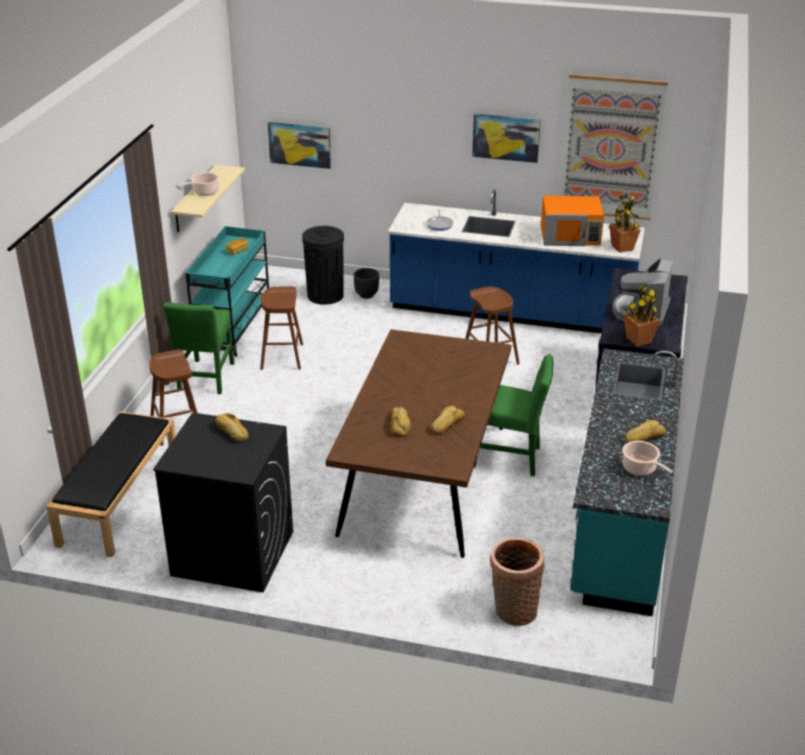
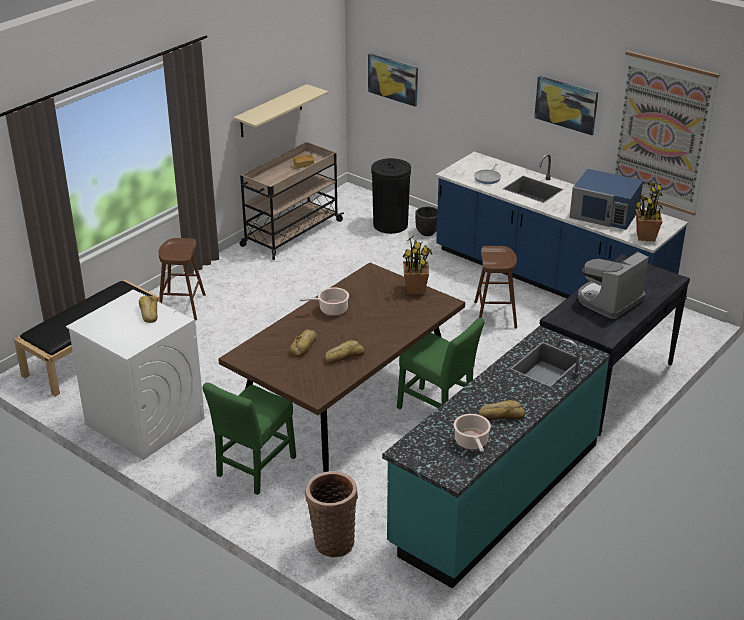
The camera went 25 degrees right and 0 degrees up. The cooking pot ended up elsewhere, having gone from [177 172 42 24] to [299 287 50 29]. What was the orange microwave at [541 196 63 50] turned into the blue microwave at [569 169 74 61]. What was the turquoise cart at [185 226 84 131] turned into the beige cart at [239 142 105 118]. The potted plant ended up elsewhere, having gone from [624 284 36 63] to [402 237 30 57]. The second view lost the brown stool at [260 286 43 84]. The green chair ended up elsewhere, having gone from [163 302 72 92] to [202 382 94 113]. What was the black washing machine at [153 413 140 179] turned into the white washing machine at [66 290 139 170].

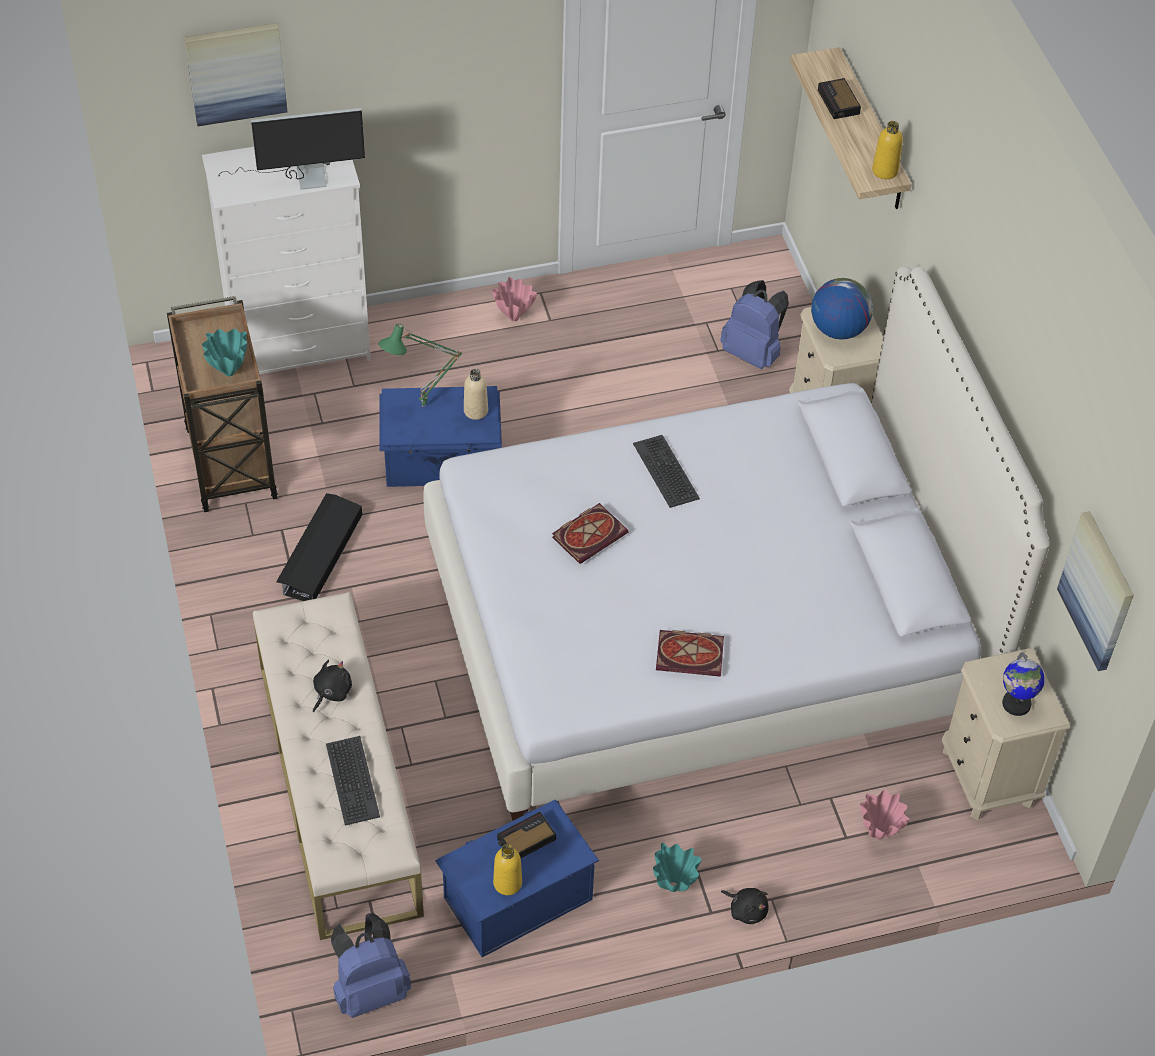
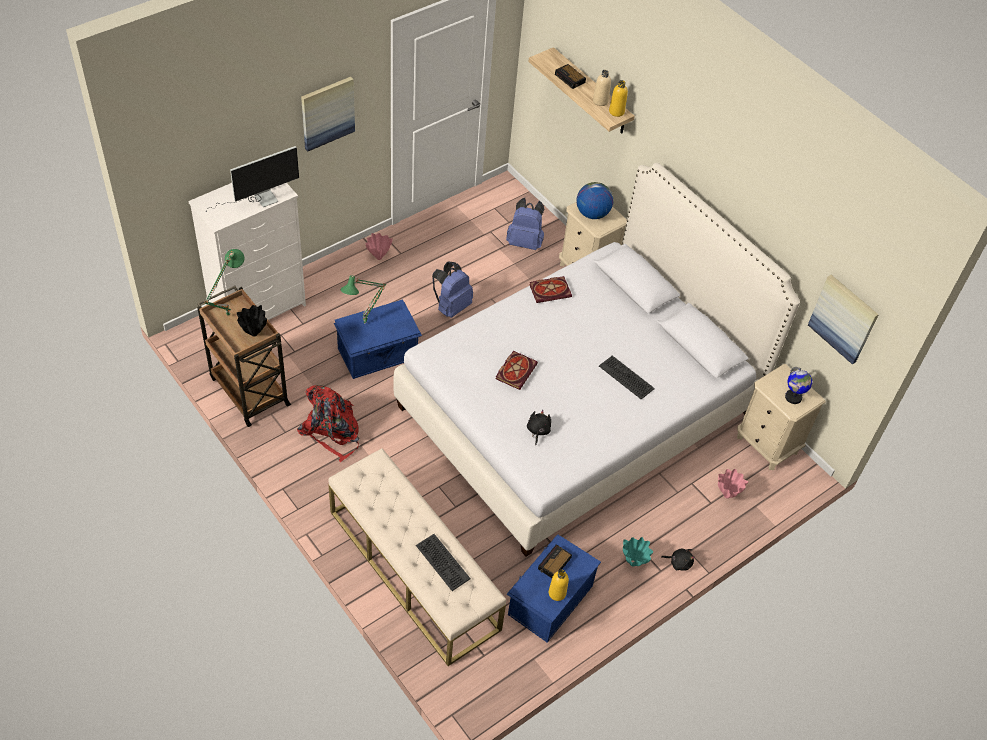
The camera went 25 degrees left and 0 degrees up. The picture ended up elsewhere, having gone from [184 23 103 103] to [301 77 54 75]. What was the turquoise vase at [202 329 45 47] turned into the black vase at [237 305 30 32]. The beige bottle ended up elsewhere, having gone from [464 369 24 51] to [593 70 18 36]. The keyboard ended up elsewhere, having gone from [633 435 67 73] to [599 356 56 43]. Where the black storage box stood at [276 493 86 108], the red backpack came to stand at [297 385 62 77]. The book ended up elsewhere, having gone from [656 630 68 47] to [529 276 43 27]. The black plush toy ended up elsewhere, having gone from [313 660 39 52] to [527 410 24 35]. The blue backpack ended up elsewhere, having gone from [331 913 80 105] to [432 262 41 56]. The second view gained the green table lamp at [204 249 40 68].

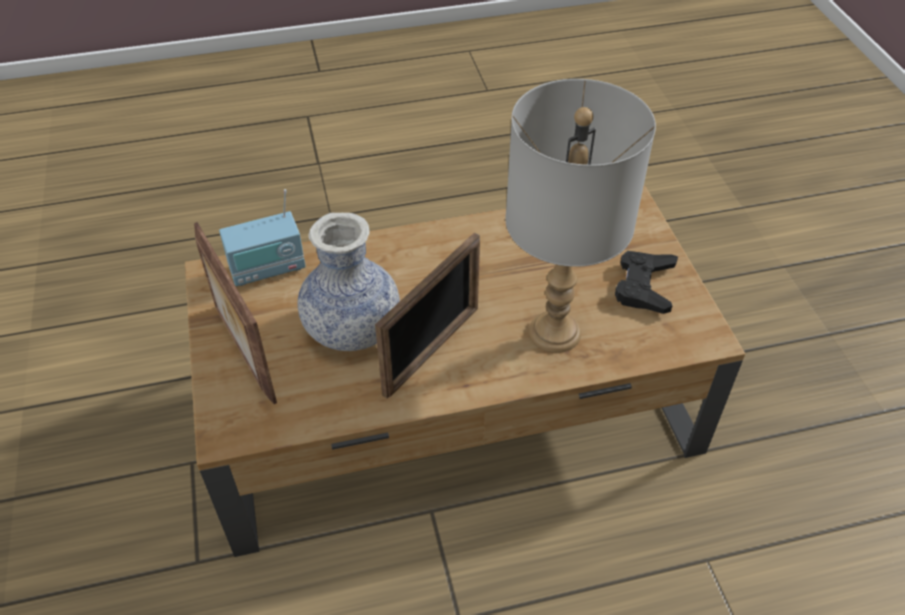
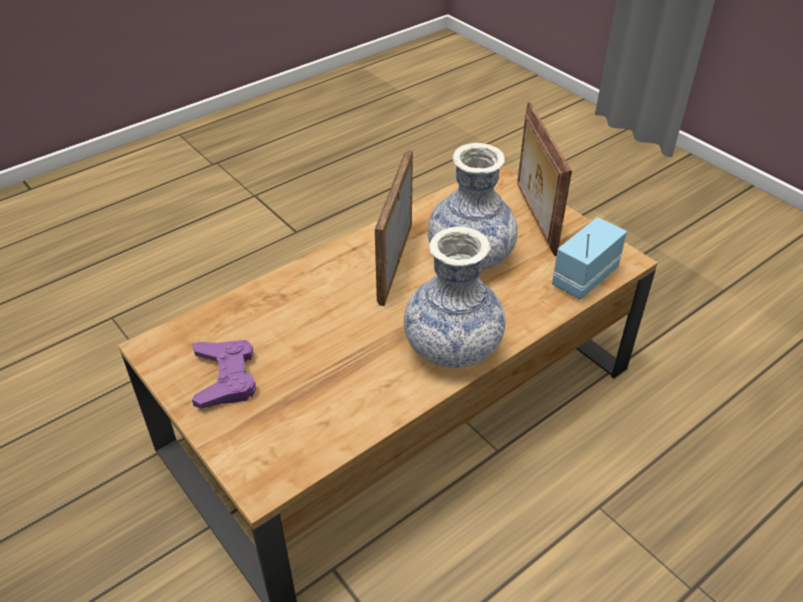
The camera went 155 degrees right and 5 degrees down. The second view lost the grey table lamp at [505 79 151 274]. The picture frame at [194 222 83 182] ended up facing another way, 135 degrees counterclockwise from before. What was the black game controller at [615 251 63 63] turned into the purple game controller at [192 340 64 69]. The second view gained the vase at [404 227 102 140].

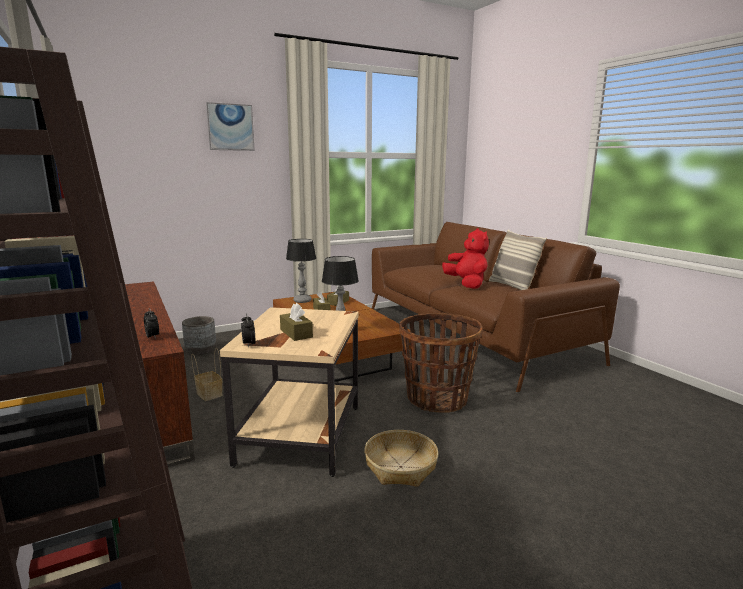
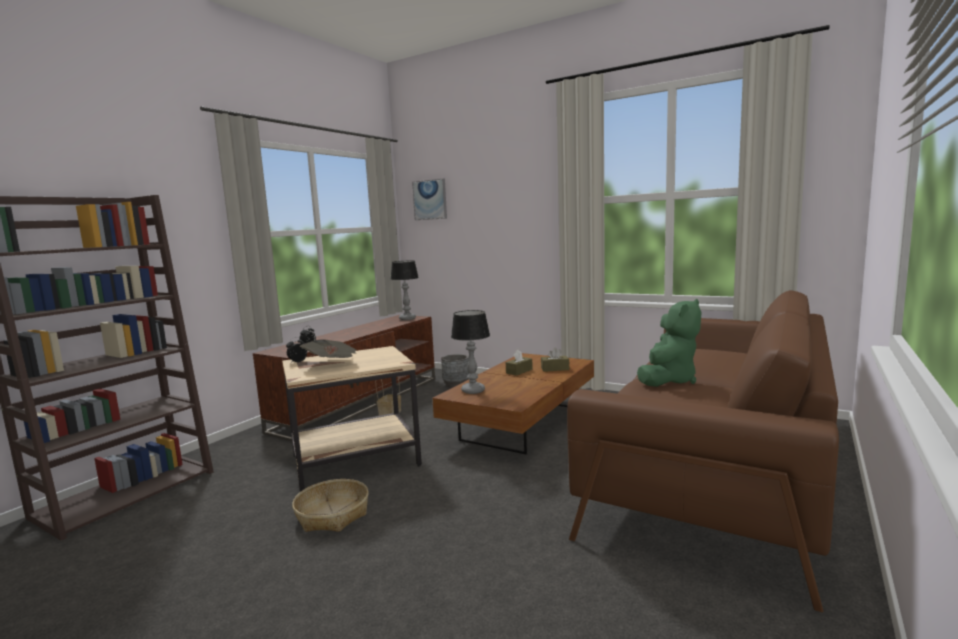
The camera went 60 degrees right and 5 degrees down. The picture ended up elsewhere, having gone from [206 102 49 49] to [412 179 35 41]. What was the red plush toy at [442 228 47 61] turned into the green plush toy at [637 299 65 88]. The second view lost the pillow at [489 230 58 60]. The table lamp ended up elsewhere, having gone from [286 239 30 64] to [390 260 29 60]. Where the brown tissue box stood at [280 303 33 38], the newspaper came to stand at [300 340 56 18]. The second view lost the basket at [399 313 84 99].

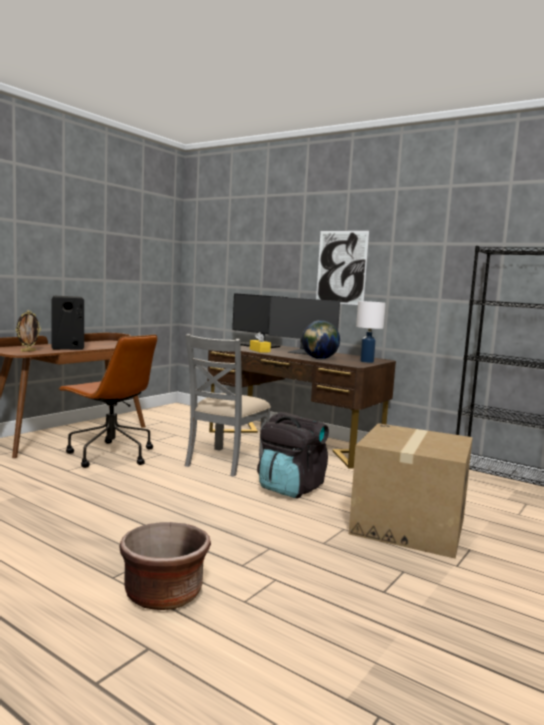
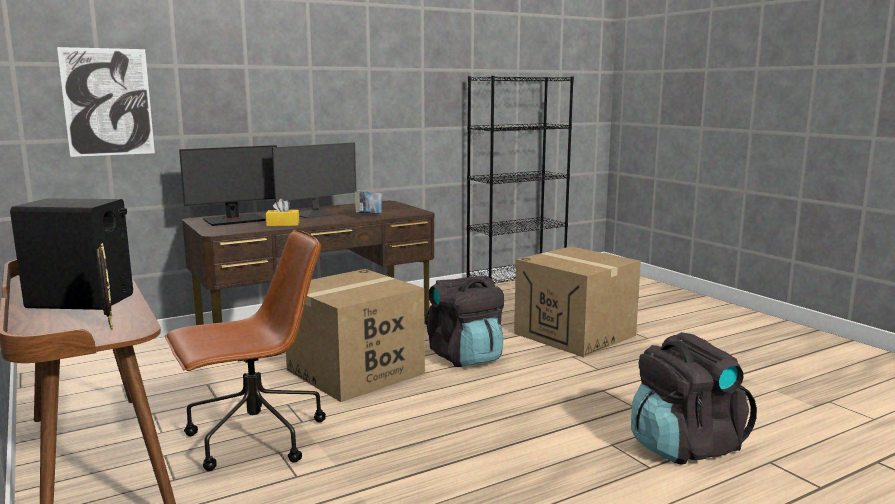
The camera went 65 degrees left and 5 degrees up. The picture ended up elsewhere, having gone from [316 231 53 74] to [57 47 98 110]. The second view lost the white table lamp at [356 301 30 62]. Where the globe stood at [302 320 38 39], the book came to stand at [355 191 27 23]. Where the grey chair stood at [185 334 86 143], the cardboard box came to stand at [286 269 139 133]. Where the brown planter stood at [119 522 92 88], the black backpack came to stand at [631 332 126 133].

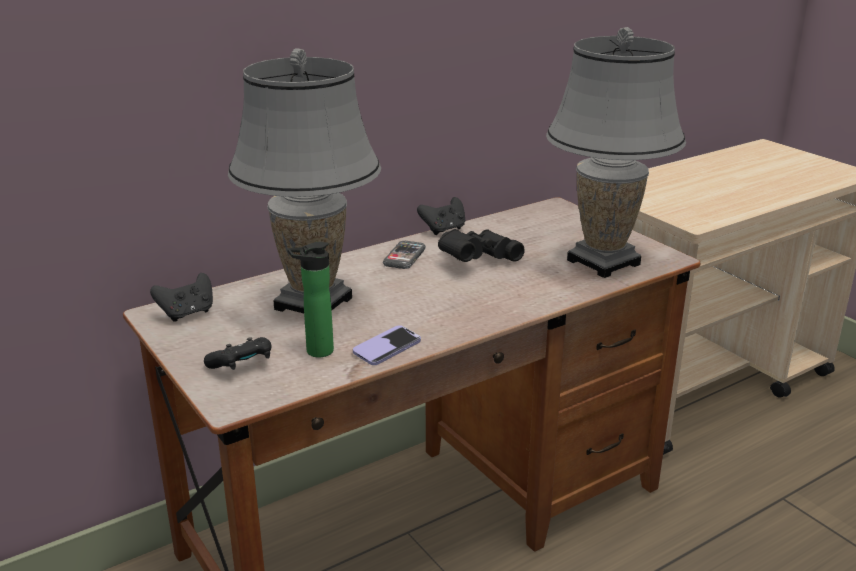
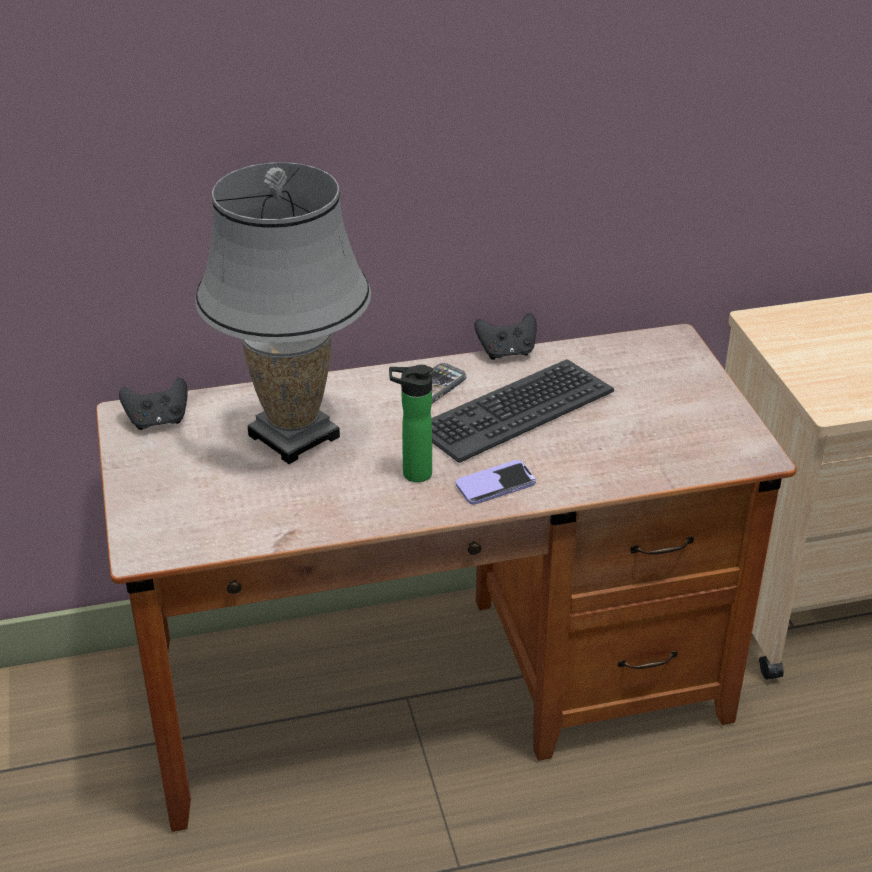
The camera went 20 degrees right and 10 degrees up. The second view lost the grey table lamp at [546 27 140 251]. Where the black binoculars stood at [438 229 87 33], the keyboard came to stand at [431 359 183 104]. The bottle ended up elsewhere, having gone from [288 242 46 115] to [389 365 44 117]. The phone ended up elsewhere, having gone from [353 325 68 40] to [456 460 80 45]. The second view lost the black game controller at [204 337 67 33].

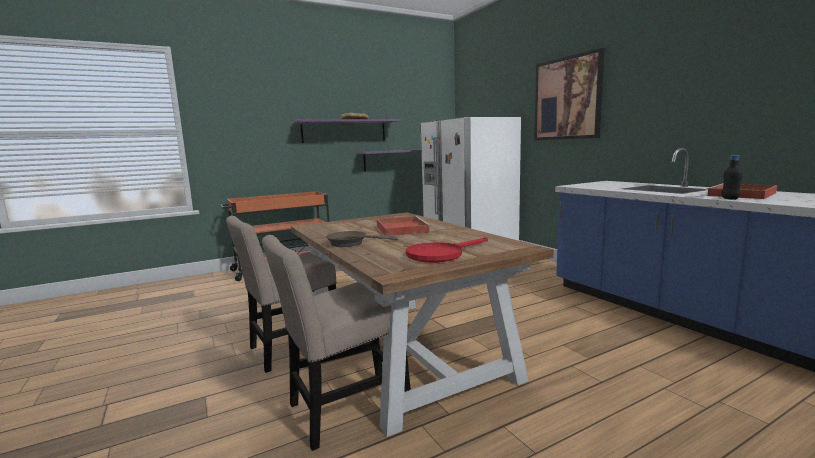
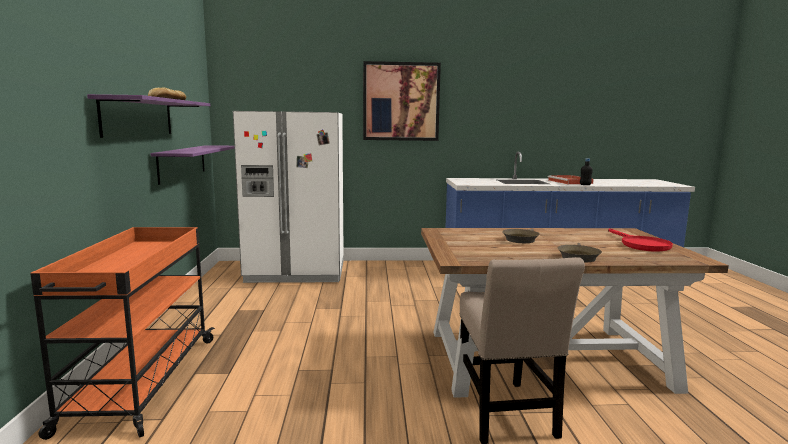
The camera went 65 degrees left and 0 degrees up. Where the red tray stood at [376 216 56 20], the brown frying pan came to stand at [502 229 38 14]. The second view lost the beige chair at [262 235 149 216].

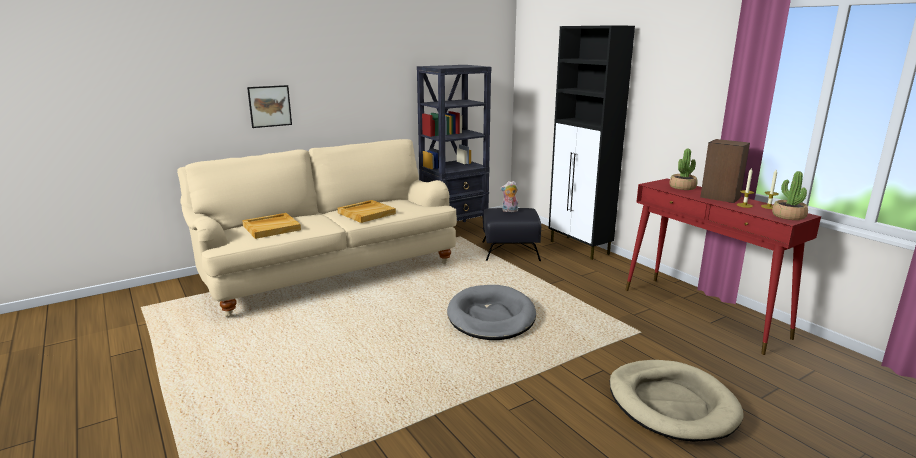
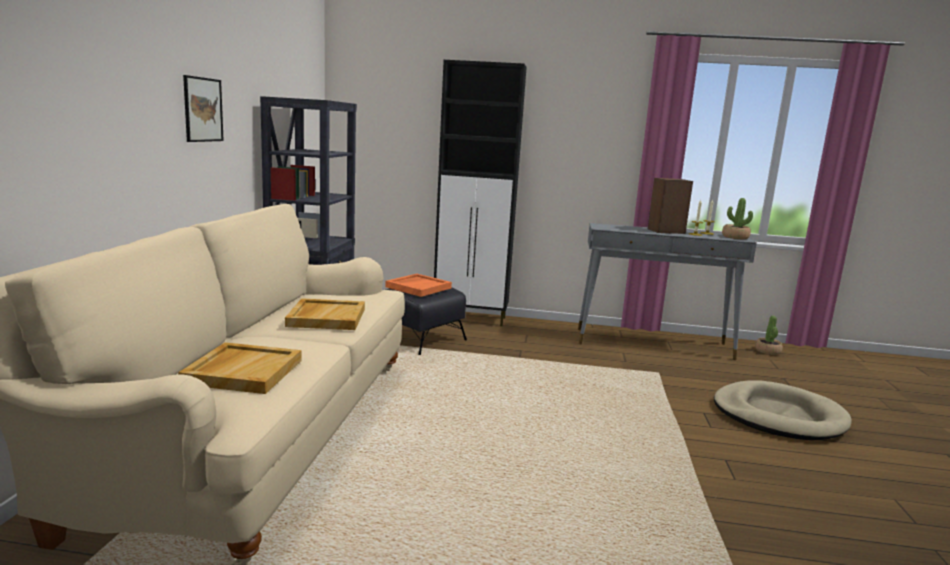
The camera went 50 degrees left and 5 degrees down. The picture ended up elsewhere, having gone from [247 85 45 43] to [183 75 41 67]. The potted plant ended up elsewhere, having gone from [670 149 28 41] to [755 315 28 40]. What was the red console table at [626 179 195 176] turned into the grey console table at [578 223 179 137]. Where the plush toy stood at [500 181 18 31], the orange tray came to stand at [385 274 67 23]. The second view lost the grey dog bed at [447 285 89 55].

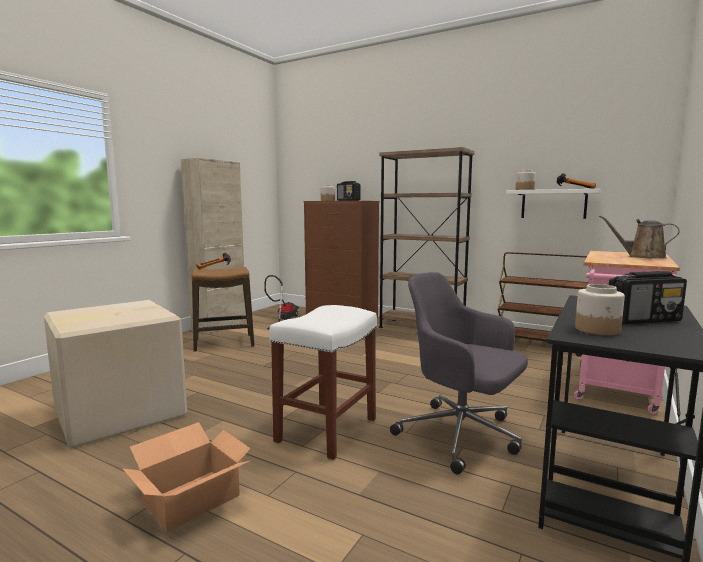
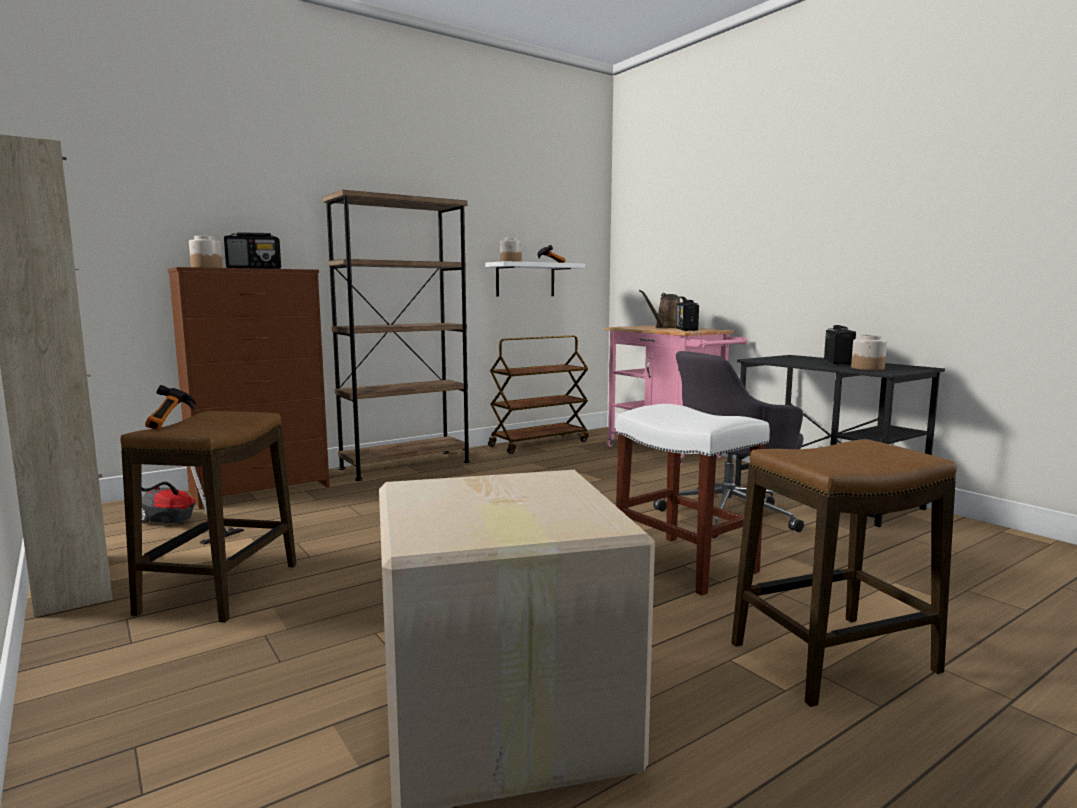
The camera went 65 degrees left and 0 degrees up. Where the cardboard box stood at [123 422 128 110], the stool came to stand at [731 439 226 268]. The second view gained the radio at [676 300 23 31].

